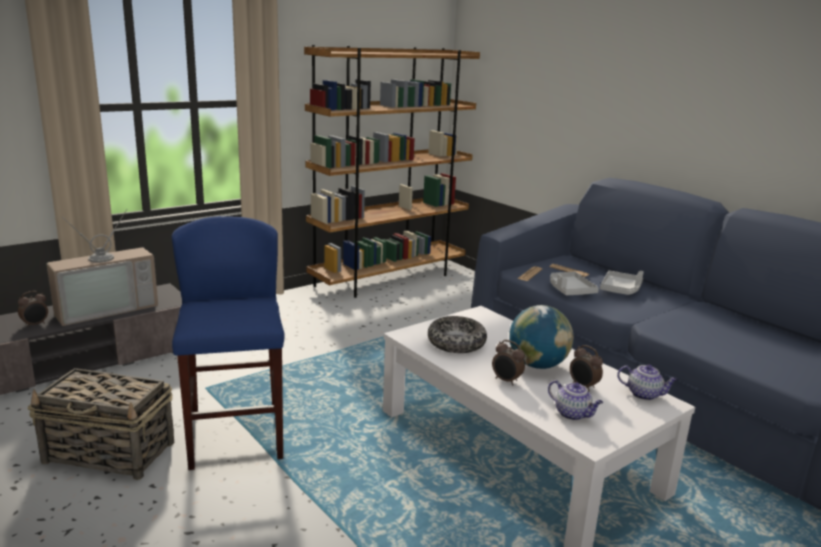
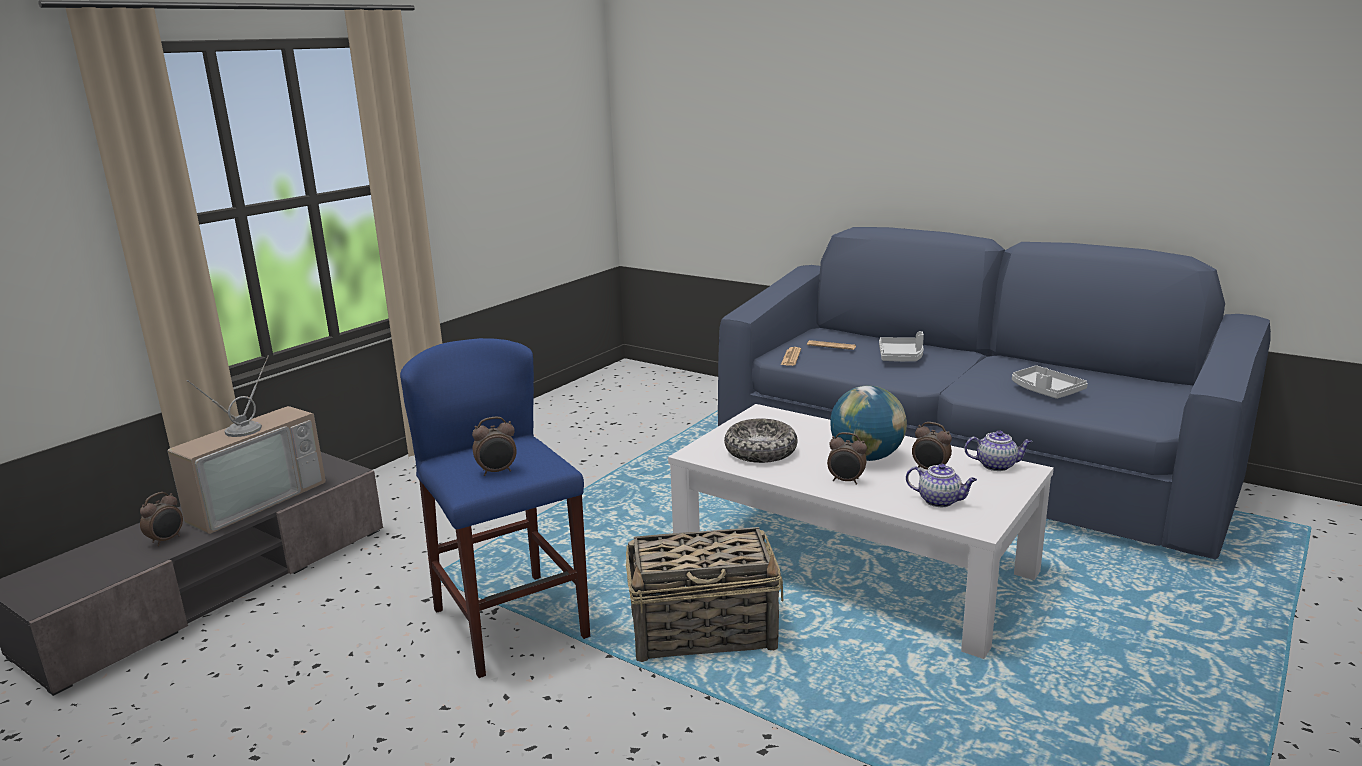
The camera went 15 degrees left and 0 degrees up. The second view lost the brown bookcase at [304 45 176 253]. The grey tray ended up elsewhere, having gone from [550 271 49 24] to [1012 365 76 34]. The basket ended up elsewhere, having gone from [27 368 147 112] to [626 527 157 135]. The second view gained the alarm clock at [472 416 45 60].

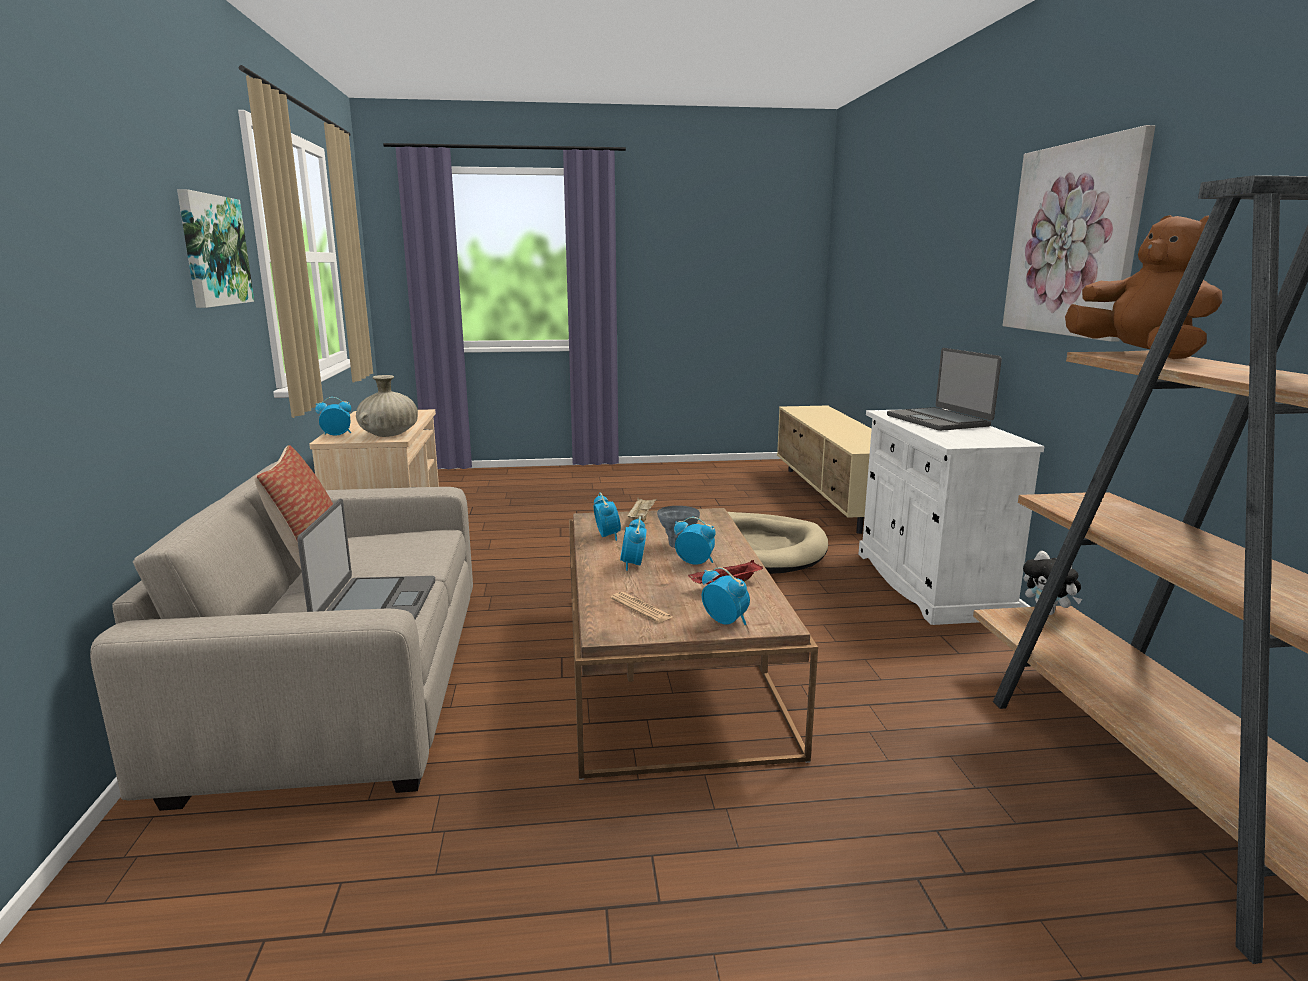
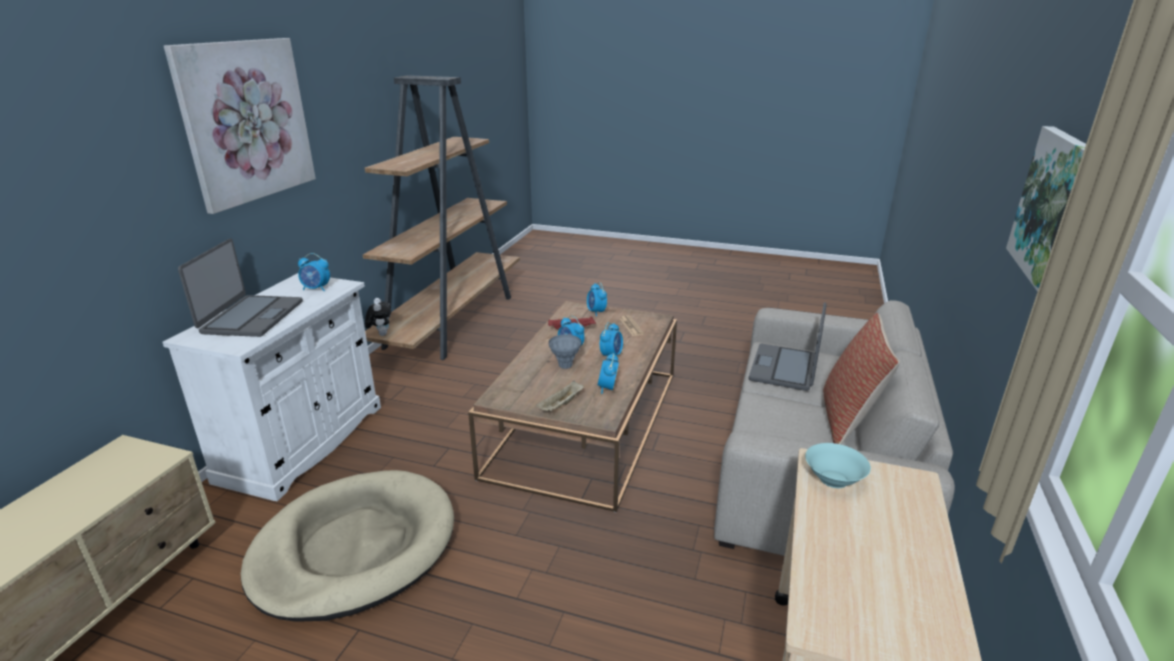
The camera went 155 degrees left and 10 degrees up. The second view lost the brown plush toy at [1065 215 157 144]. Where the beige vase stood at [356 375 62 62], the turquoise bowl came to stand at [805 443 66 45]. The alarm clock ended up elsewhere, having gone from [315 397 36 39] to [298 253 32 38].

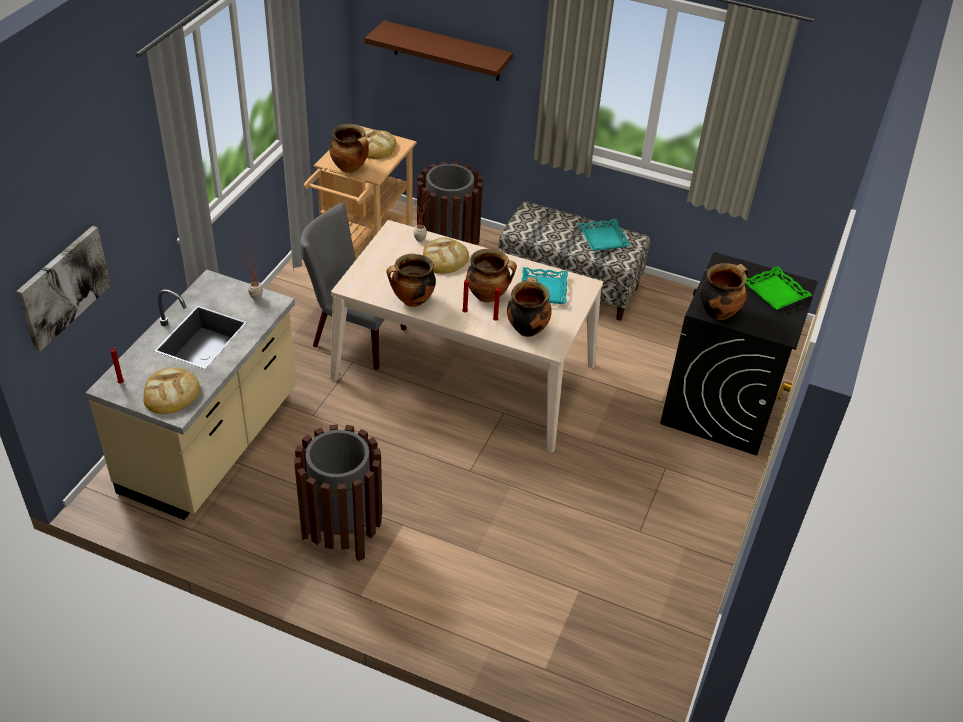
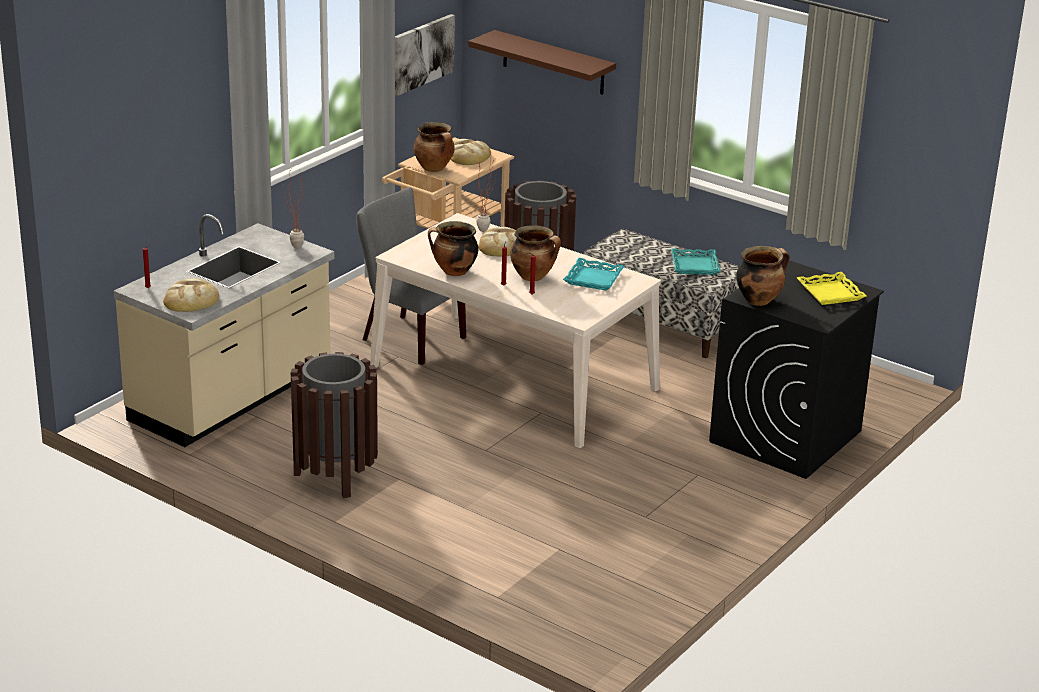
The camera went 15 degrees right and 15 degrees down. The picture ended up elsewhere, having gone from [16 226 95 126] to [395 14 60 82]. What was the green tray at [746 266 66 44] turned into the yellow tray at [797 272 70 33]. The second view lost the cooking pot at [507 277 45 60].

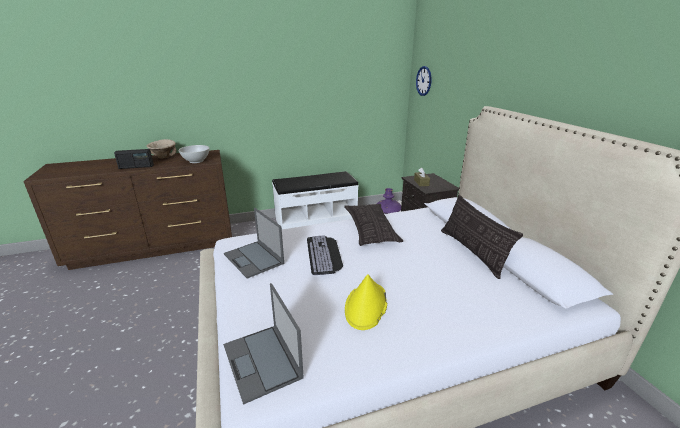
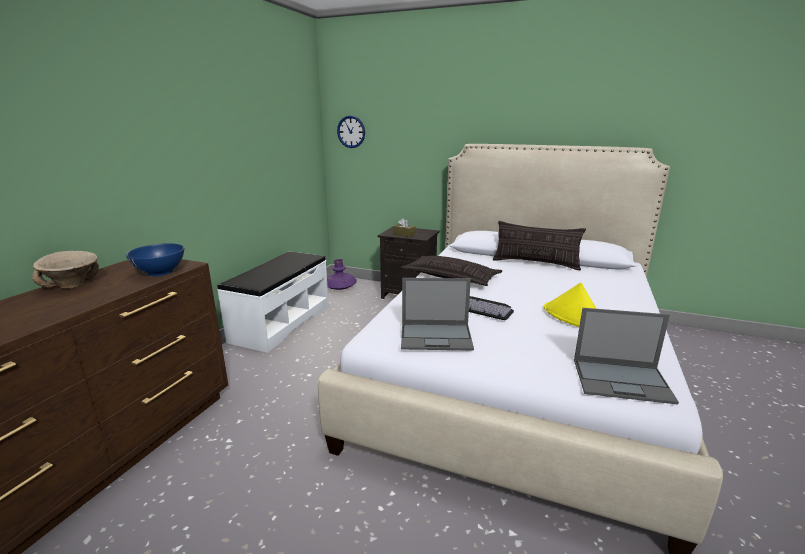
The camera went 50 degrees left and 5 degrees down. What was the white bowl at [179 145 31 18] turned into the blue bowl at [126 243 58 33]. The second view lost the radio at [114 149 40 20].

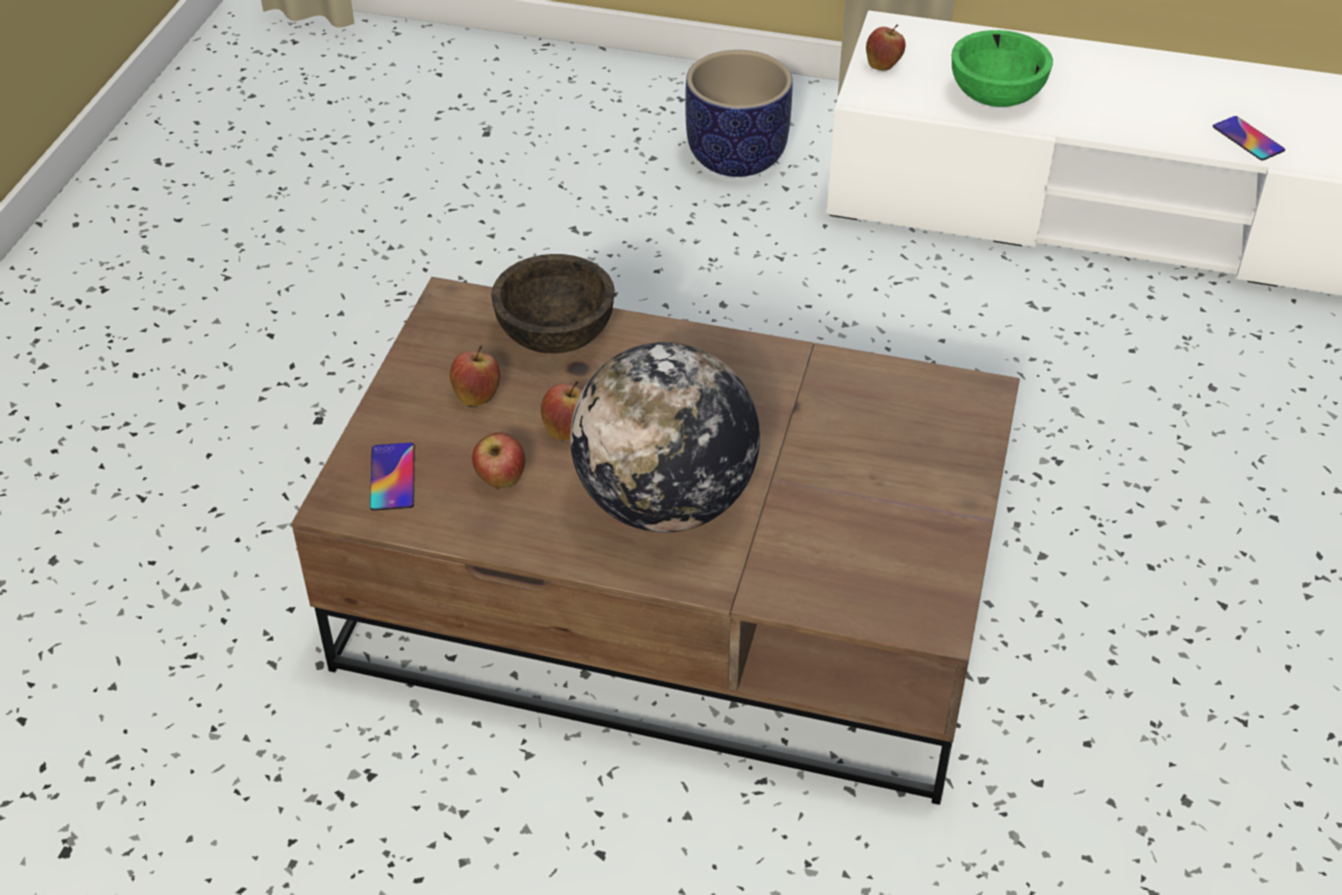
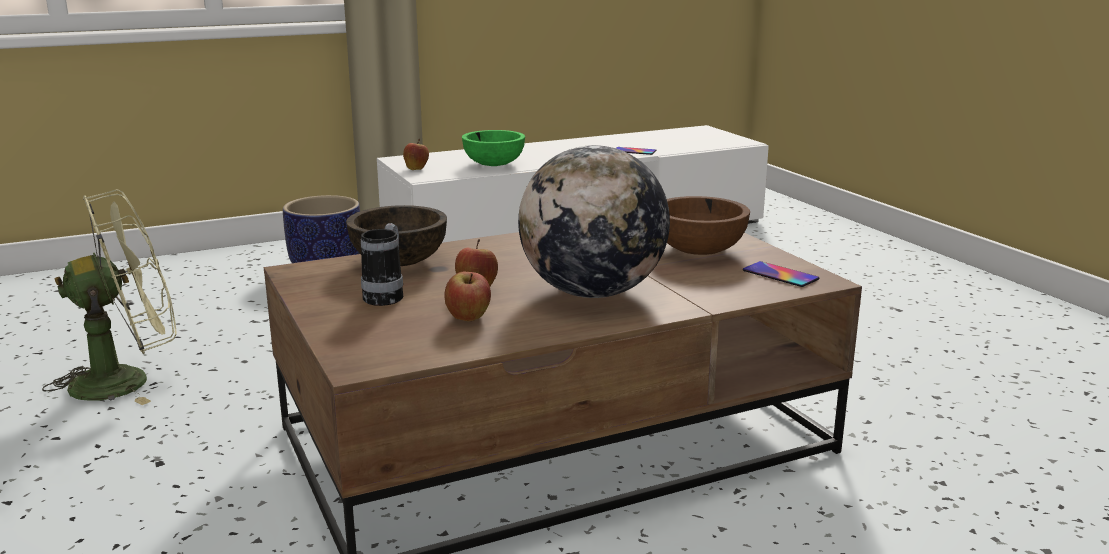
The camera went 40 degrees left and 25 degrees down. Where the apple stood at [450 345 50 61], the mug came to stand at [361 223 42 83]. The phone ended up elsewhere, having gone from [370 443 45 68] to [743 261 77 26]. The second view gained the green fan at [42 189 135 216]. The second view gained the brown bowl at [667 196 83 59].

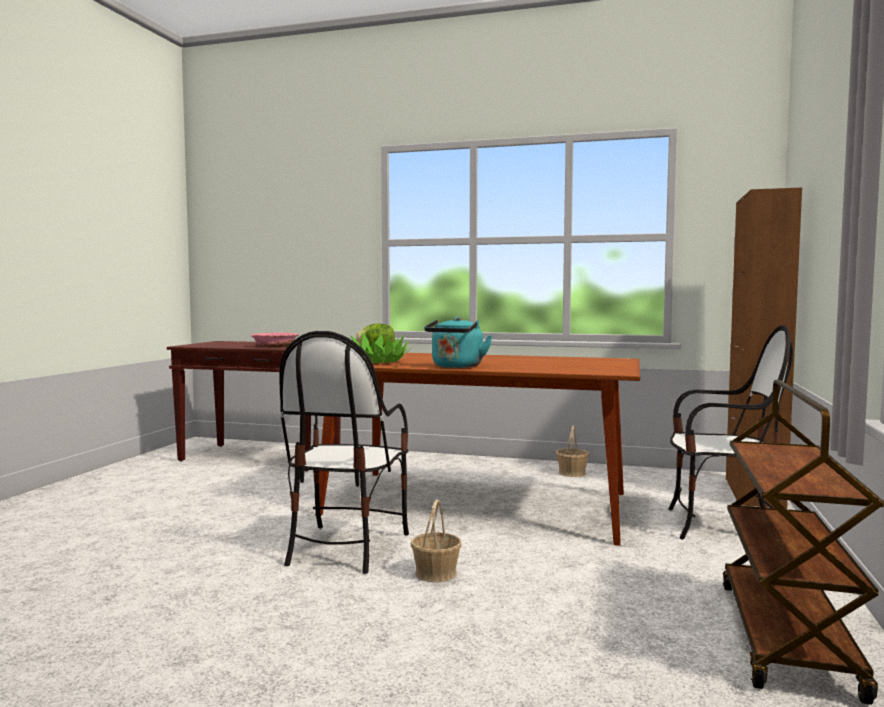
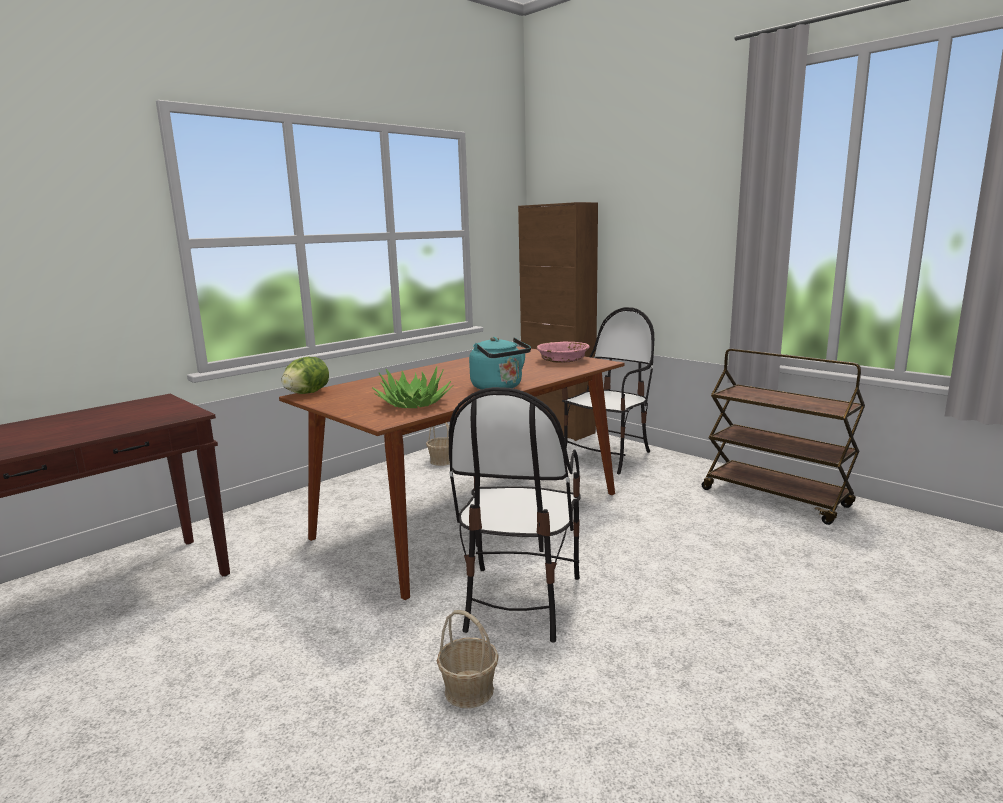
The camera went 60 degrees left and 10 degrees up. The chair at [279 331 130 243] ended up facing another way, 60 degrees clockwise from before. The pink bowl ended up elsewhere, having gone from [251 332 48 15] to [537 342 53 21]. The basket ended up elsewhere, having gone from [411 499 51 83] to [437 610 62 98].

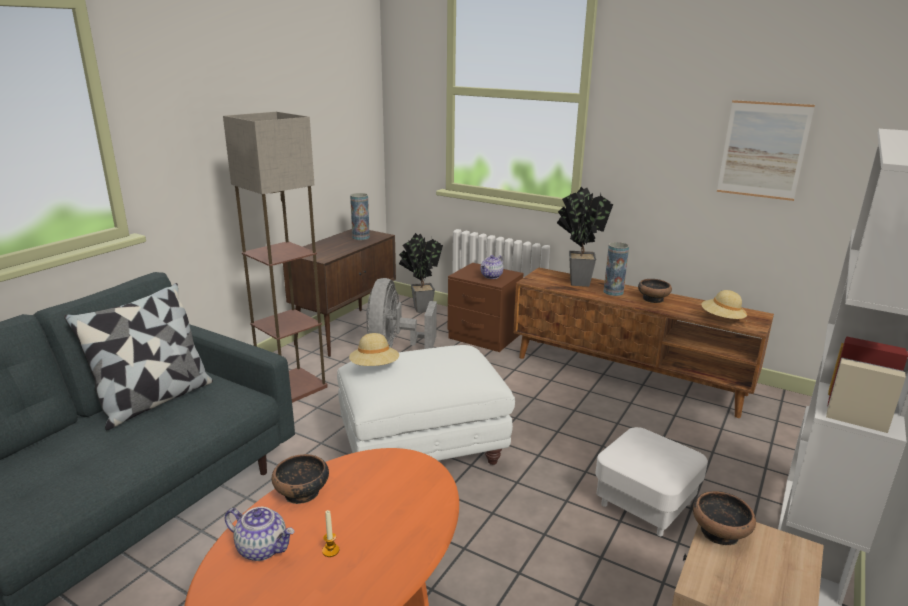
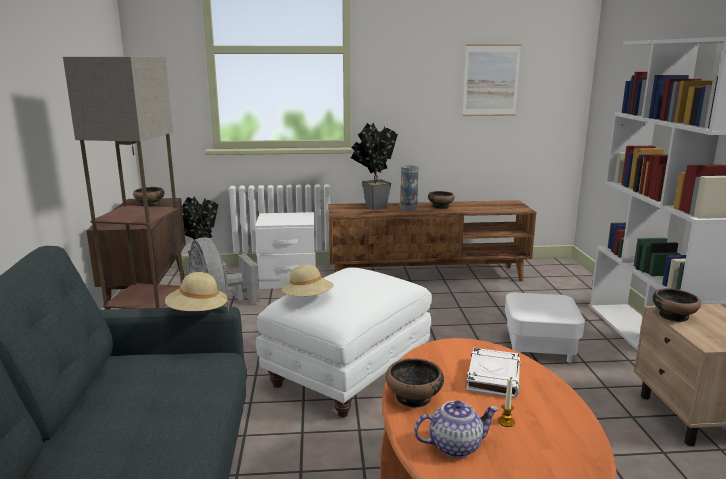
The camera went 35 degrees left and 5 degrees down. Where the vase stood at [350 193 20 47], the bowl came to stand at [133 187 32 19]. The second view lost the teapot at [481 255 22 24]. What was the brown nightstand at [448 263 76 89] turned into the white nightstand at [255 212 61 77]. The second view lost the pillow at [64 283 149 147]. The beige hat ended up elsewhere, having gone from [701 290 46 34] to [165 272 64 39]. The second view gained the white book at [466 348 55 50].

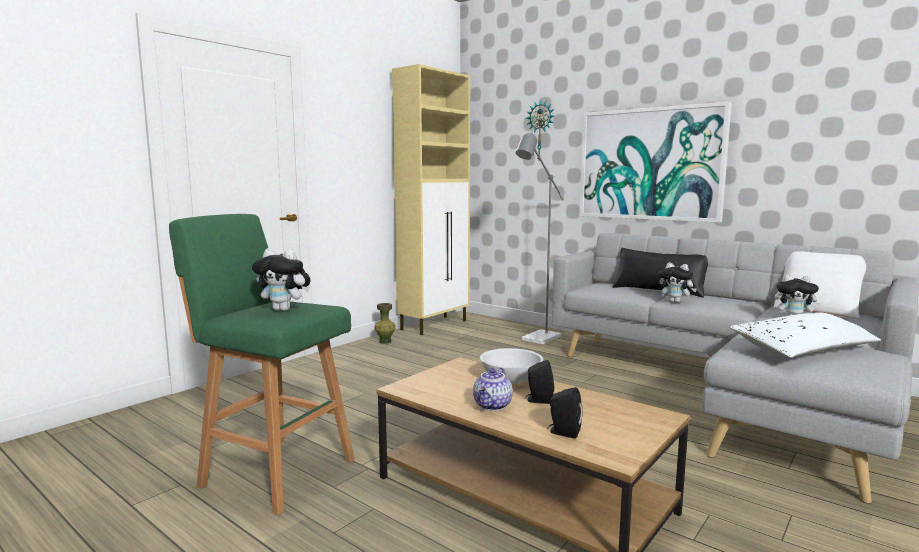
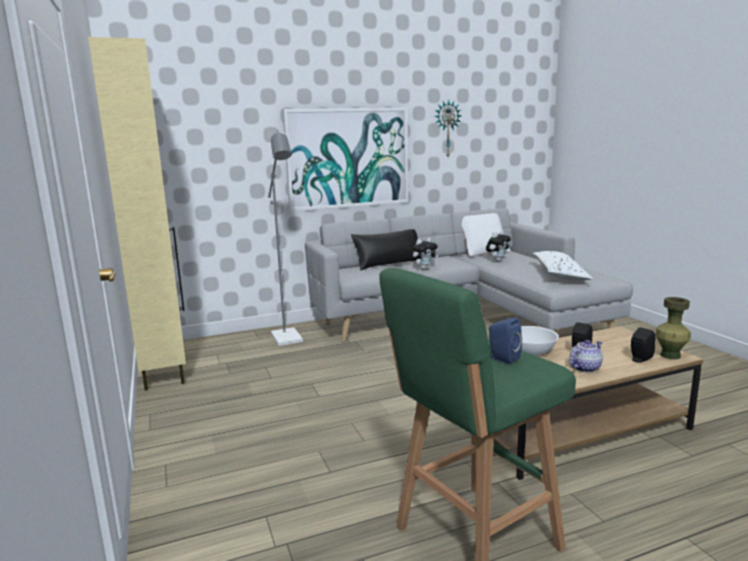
The camera went 60 degrees left and 5 degrees up. The wall clock ended up elsewhere, having gone from [526 100 28 61] to [434 100 28 57]. Where the plush toy stood at [252 248 58 63], the blue speaker came to stand at [489 317 33 47]. The green vase ended up elsewhere, having gone from [374 303 22 41] to [655 297 36 62]. The teapot at [473 368 40 43] ended up facing another way, 90 degrees counterclockwise from before.

